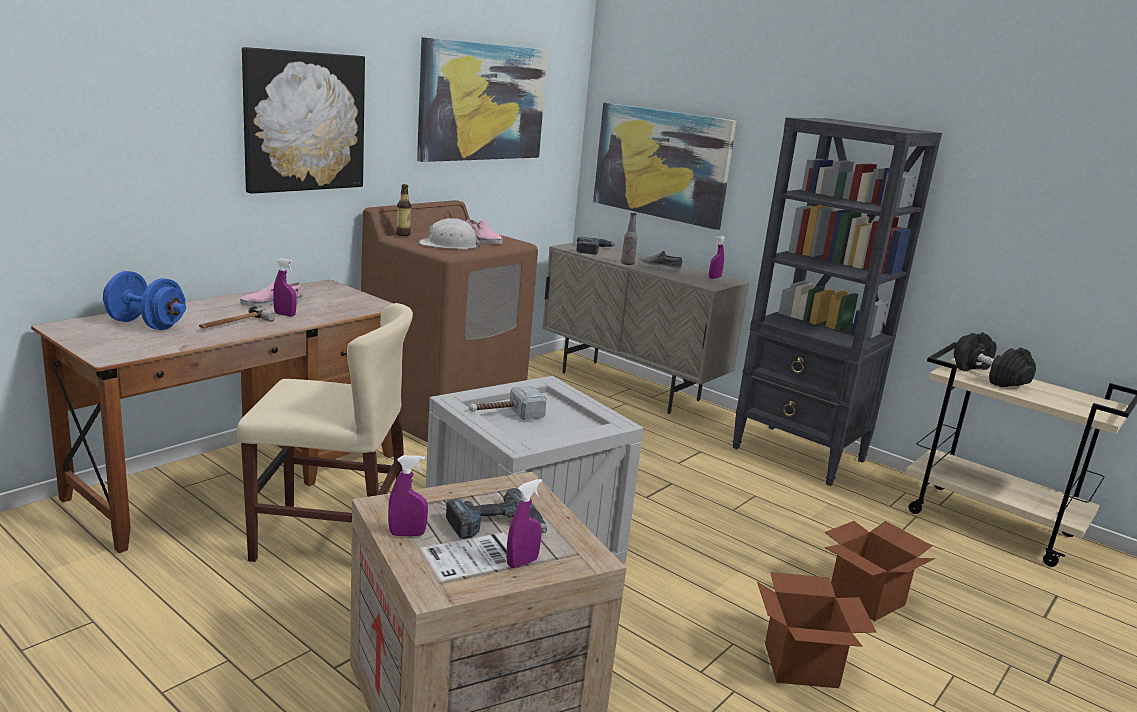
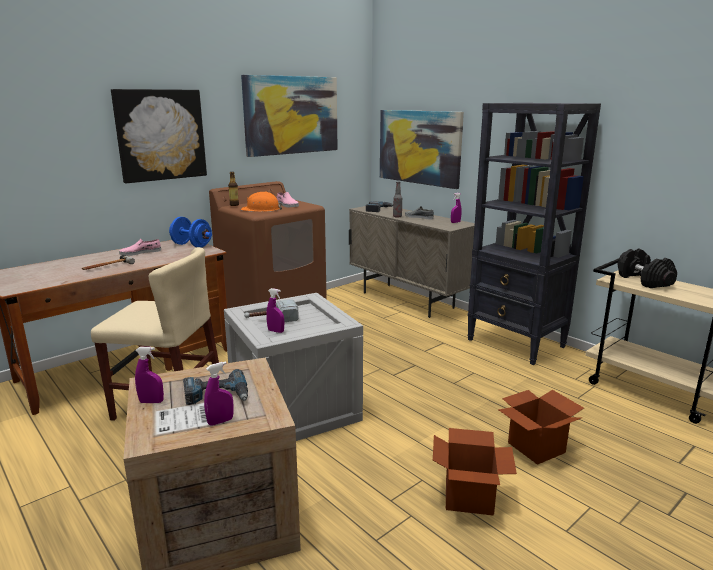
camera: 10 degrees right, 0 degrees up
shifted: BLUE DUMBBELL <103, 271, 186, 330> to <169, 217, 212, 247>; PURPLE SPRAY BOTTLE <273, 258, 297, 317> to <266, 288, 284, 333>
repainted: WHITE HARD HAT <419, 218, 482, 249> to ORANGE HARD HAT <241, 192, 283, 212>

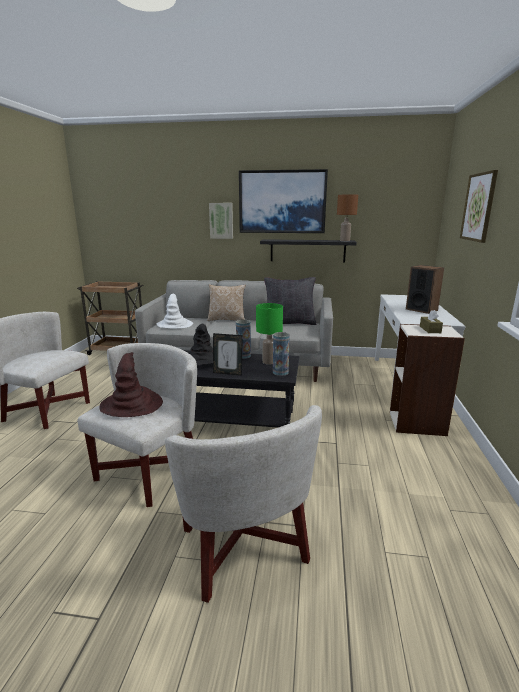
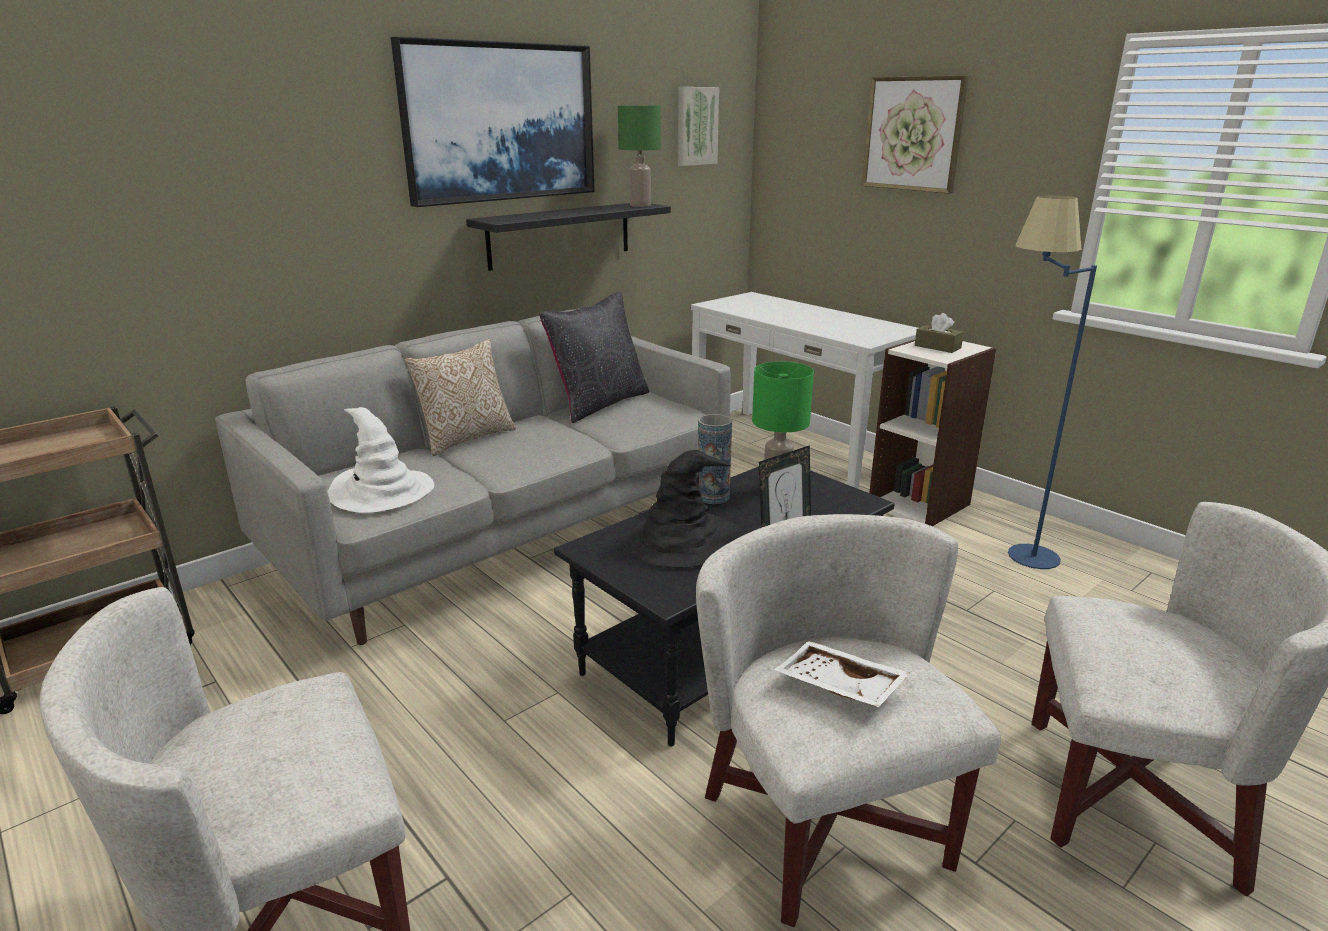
camera: 50 degrees left, 5 degrees up
gone: VASE <273, 332, 290, 376>; SPEAKER <406, 265, 444, 314>
new: BLUE FLOOR LAMP <1008, 195, 1097, 569>
shifted: PICTURE <209, 203, 233, 239> to <678, 87, 719, 166>
swapped: BROWN HAT <99, 352, 163, 417> to WHITE TRAY <774, 641, 910, 707>
repainted: BROWN TABLE LAMP <337, 194, 358, 241> to GREEN TABLE LAMP <618, 105, 661, 207>

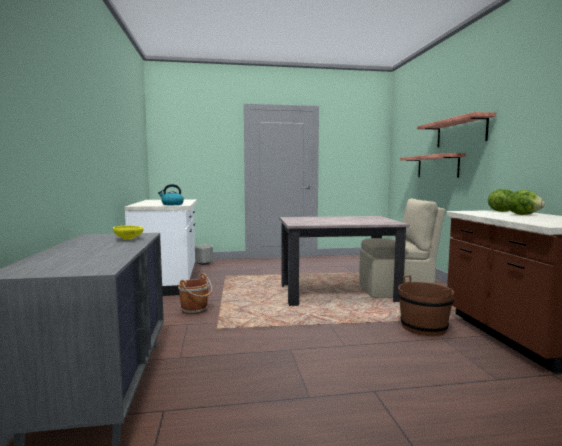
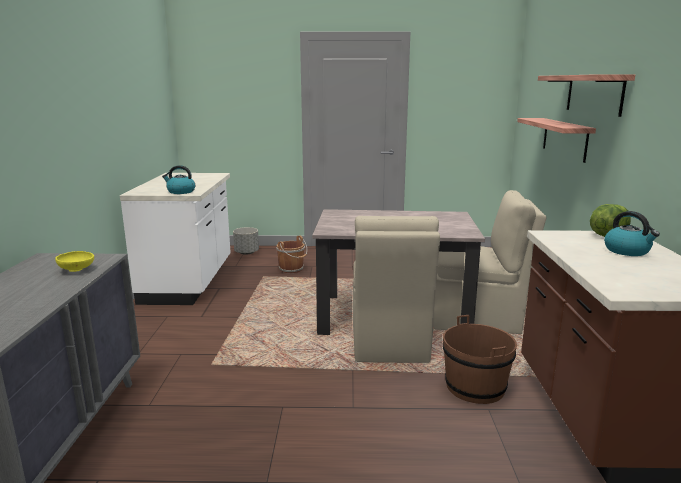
camera: 10 degrees right, 10 degrees up
new: BEIGE CHAIR <353, 216, 440, 363>
shifted: BROWN BUCKET <178, 273, 212, 314> to <276, 235, 307, 273>
swapped: LETTUCE <507, 190, 545, 215> to KETTLE <604, 211, 660, 256>

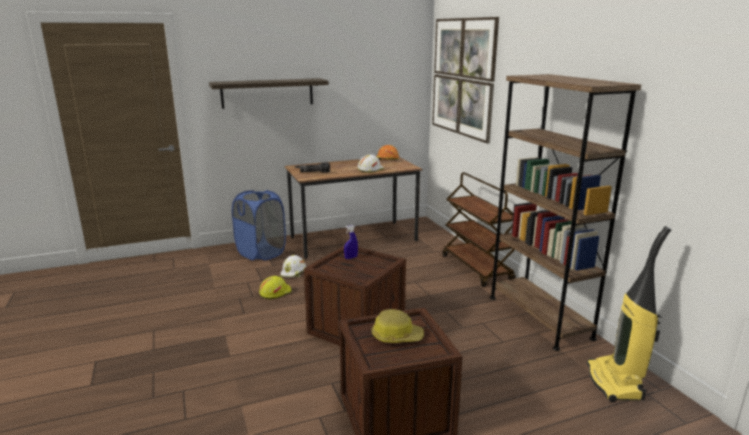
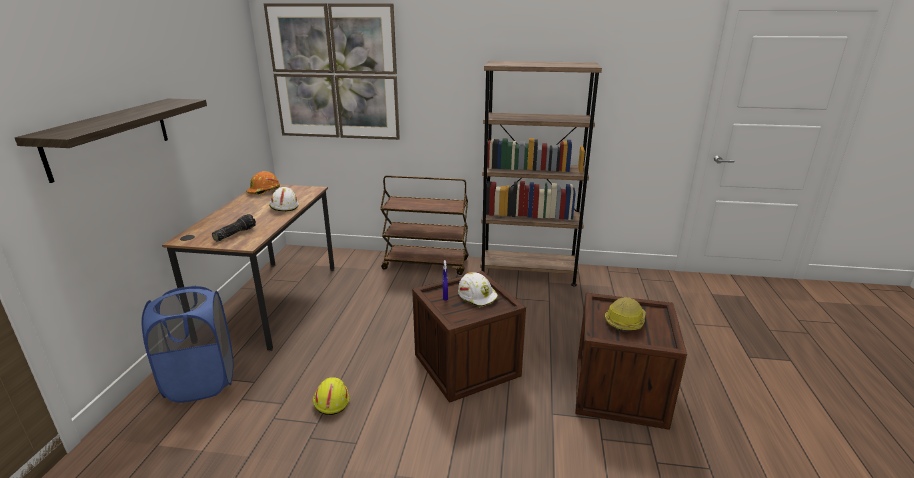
camera: 60 degrees left, 5 degrees up
gone: VACUUM CLEANER <587, 226, 671, 402>
shifted: WHITE HARD HAT <280, 255, 306, 278> to <458, 272, 498, 307>

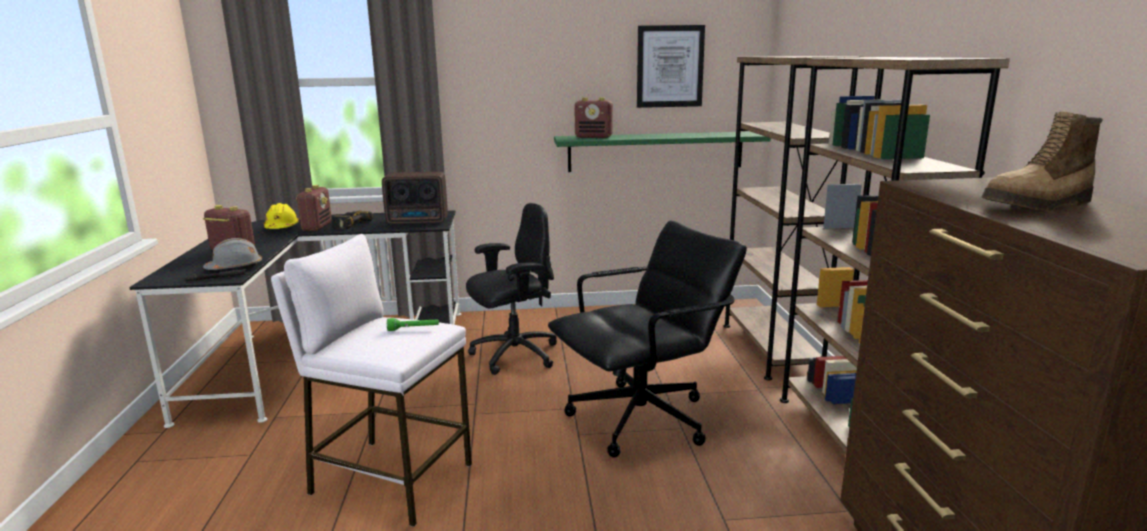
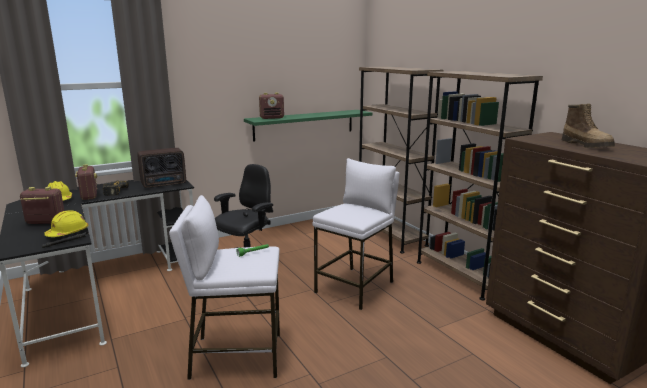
camera: 25 degrees left, 0 degrees up
gone: PICTURE <637, 25, 705, 108>
swapped: BLACK OFFICE CHAIR <548, 220, 747, 458> to WHITE STOOL <312, 158, 399, 310>
repainted: GREY HARD HAT <203, 238, 262, 270> to YELLOW HARD HAT <44, 210, 88, 237>
rotated: BOOT <981, 112, 1103, 211> = <562, 104, 615, 148> 60 degrees counterclockwise

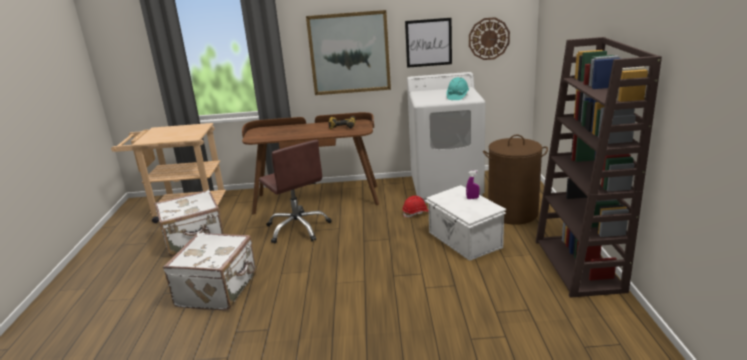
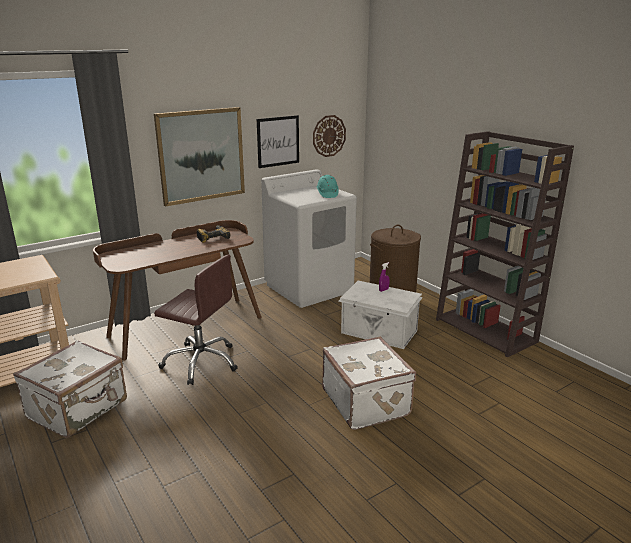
camera: 35 degrees left, 0 degrees up
gone: RED HARD HAT <402, 196, 429, 218>
shifted: WHITE SUITCASE <163, 233, 256, 311> to <322, 337, 416, 430>

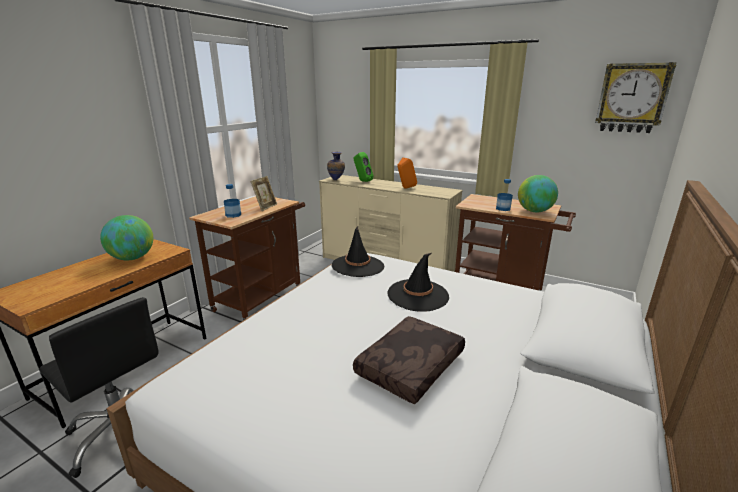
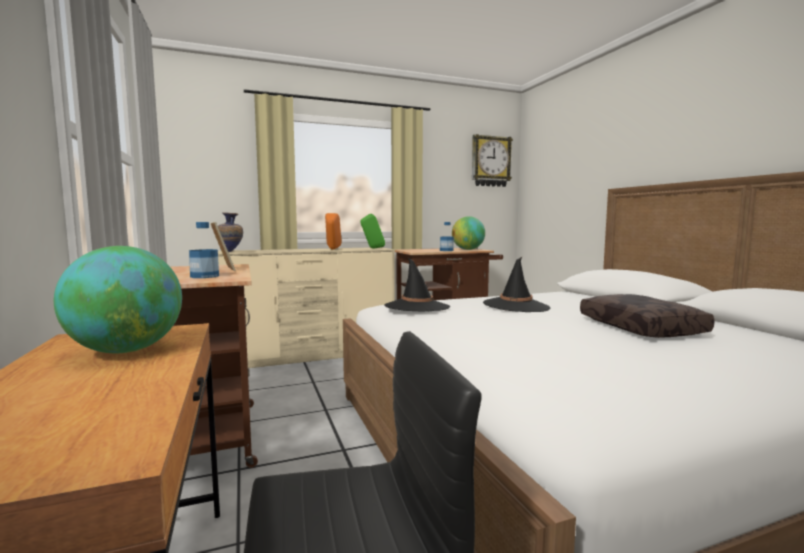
camera: 50 degrees left, 15 degrees down
shifted: GREEN SPEAKER <353, 152, 373, 182> to <361, 214, 385, 248>

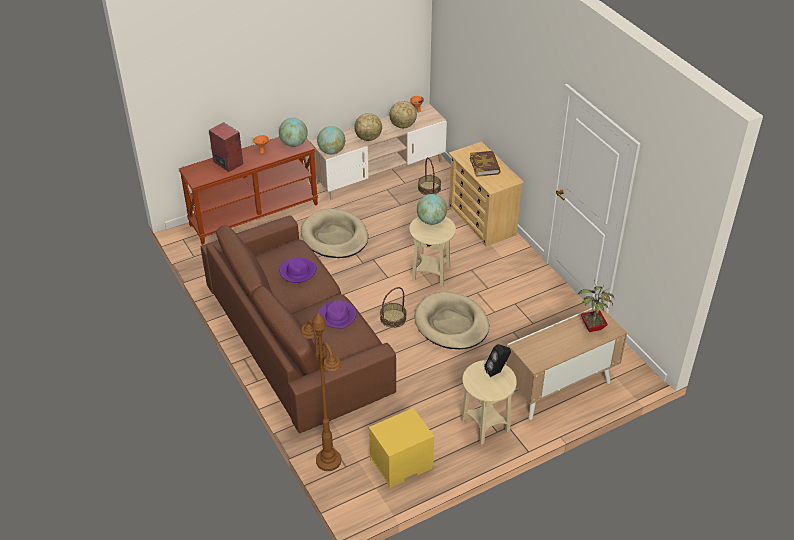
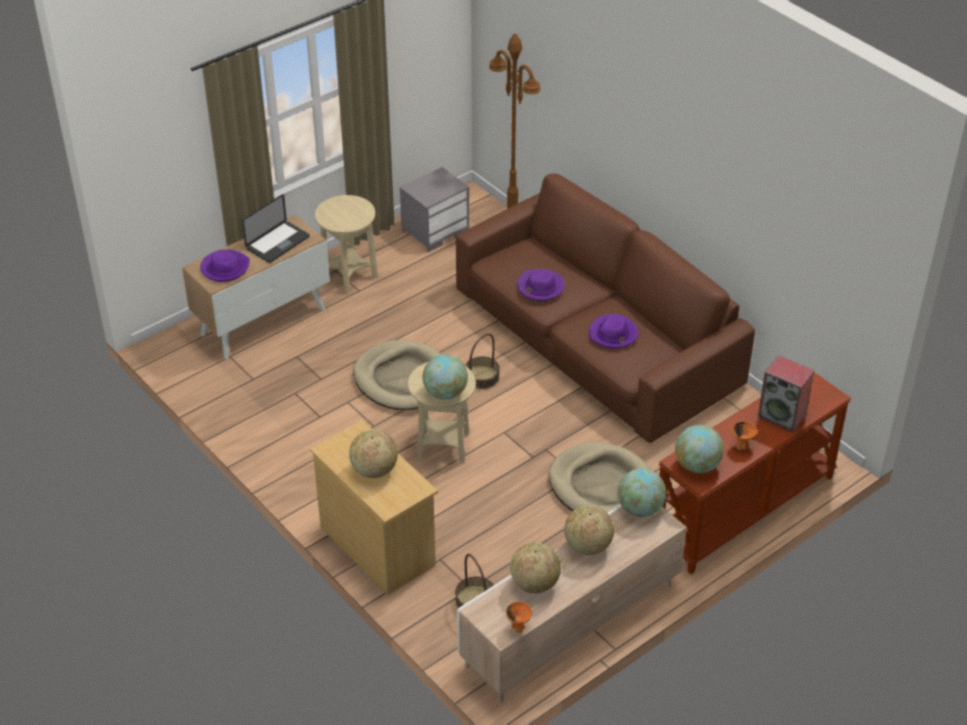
camera: 170 degrees right, 0 degrees up
gone: BLACK SPEAKER <484, 344, 511, 377>
new: LAPTOP <242, 194, 310, 263>
swapped: BOOK <470, 151, 501, 177> to GLOBE <349, 430, 398, 478>; POTTED PLANT <578, 280, 615, 332> to PURPLE HAT <200, 250, 250, 282>
repainted: YELLOW NIGHTSTAND <369, 408, 434, 489> to GREY NIGHTSTAND <400, 167, 469, 252>

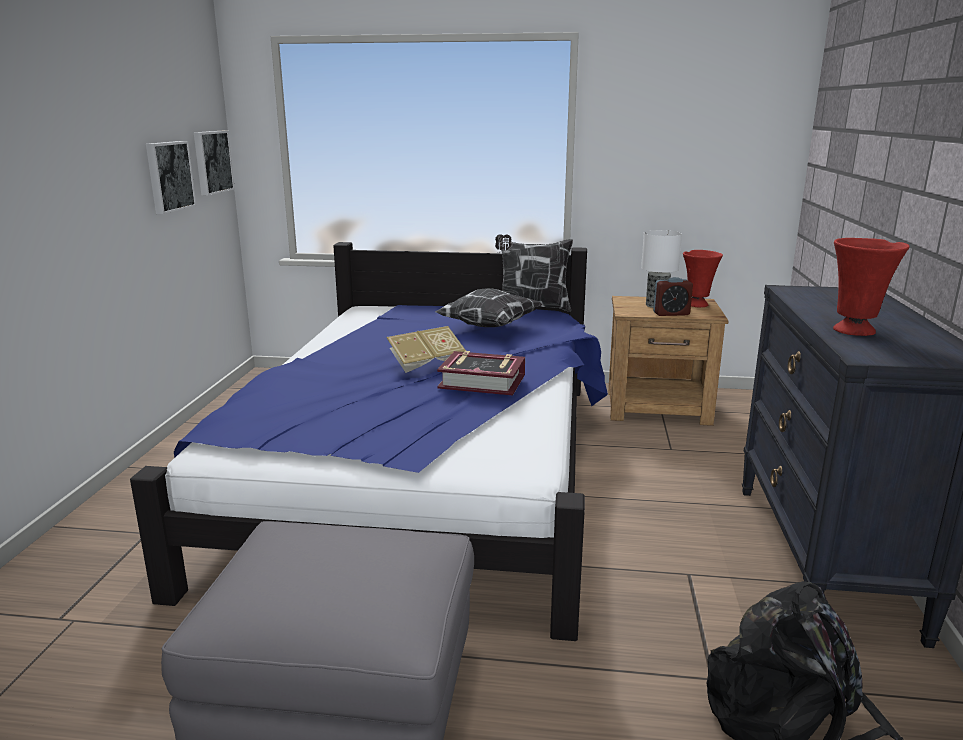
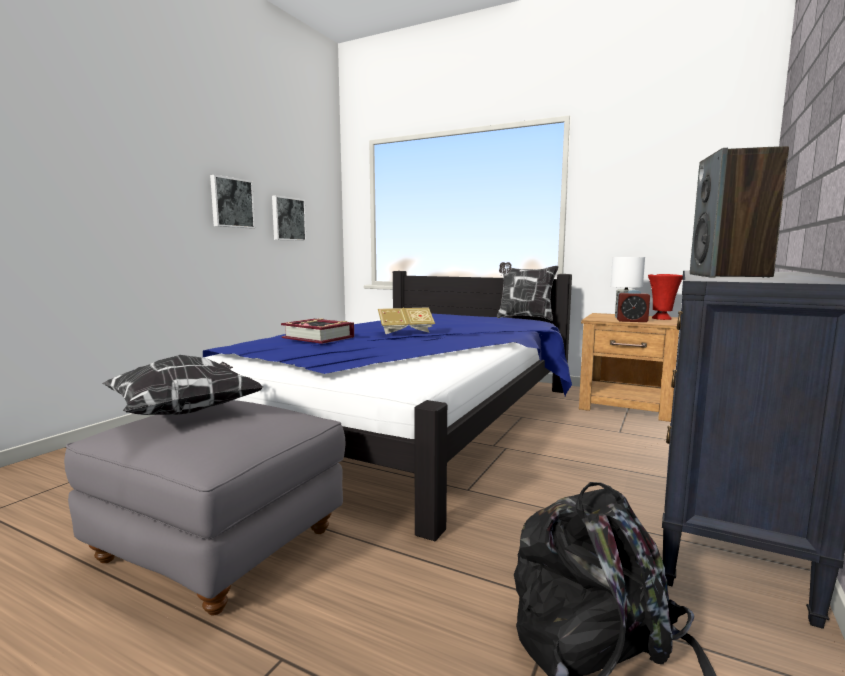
camera: 20 degrees right, 10 degrees down
shifted: PICTURE <194, 131, 235, 196> to <210, 175, 255, 228>; PILLOW <435, 288, 543, 327> to <102, 355, 263, 415>; BOOK <437, 351, 525, 395> to <281, 318, 354, 344>
swapped: RED VASE <833, 238, 910, 336> to SPEAKER <690, 146, 789, 278>

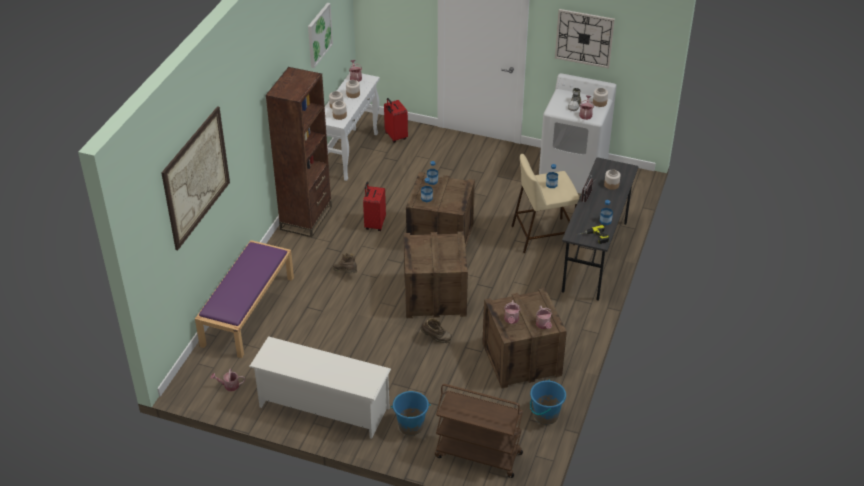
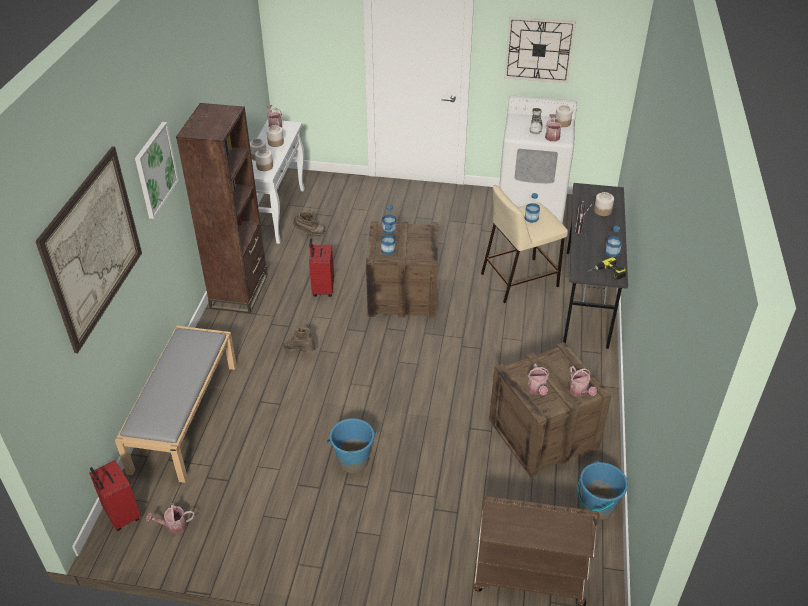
camera: 10 degrees left, 0 degrees up
gone: WHITE SHOE RACK <249, 336, 391, 439>; CRATE <404, 231, 468, 318>
shifted: PICTURE <308, 3, 333, 68> to <135, 122, 179, 219>; RED SUITCASE <384, 98, 408, 143> to <89, 460, 141, 531>; BLUE BUCKET <391, 391, 431, 436> to <327, 418, 377, 473>; BROWN BOOT <421, 318, 453, 343> to <293, 211, 326, 236>
repainted: PURPLE BENCH <195, 240, 294, 358> to GREY BENCH <115, 326, 237, 483>

